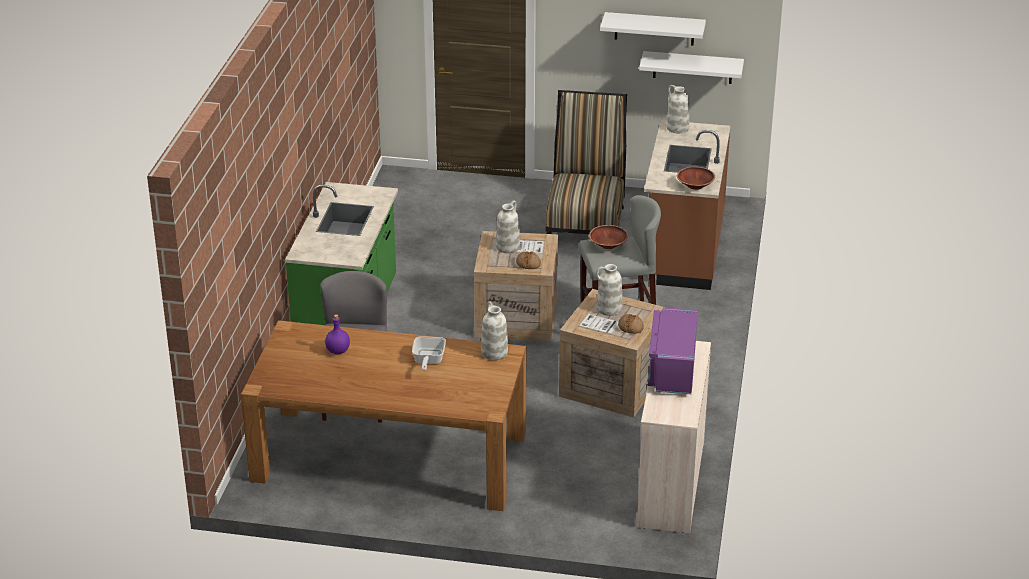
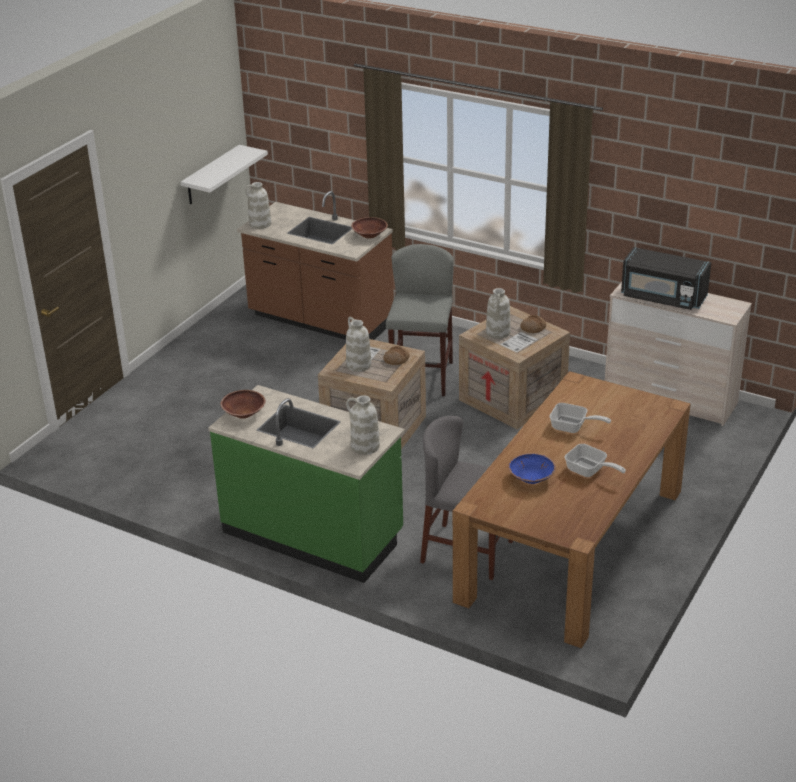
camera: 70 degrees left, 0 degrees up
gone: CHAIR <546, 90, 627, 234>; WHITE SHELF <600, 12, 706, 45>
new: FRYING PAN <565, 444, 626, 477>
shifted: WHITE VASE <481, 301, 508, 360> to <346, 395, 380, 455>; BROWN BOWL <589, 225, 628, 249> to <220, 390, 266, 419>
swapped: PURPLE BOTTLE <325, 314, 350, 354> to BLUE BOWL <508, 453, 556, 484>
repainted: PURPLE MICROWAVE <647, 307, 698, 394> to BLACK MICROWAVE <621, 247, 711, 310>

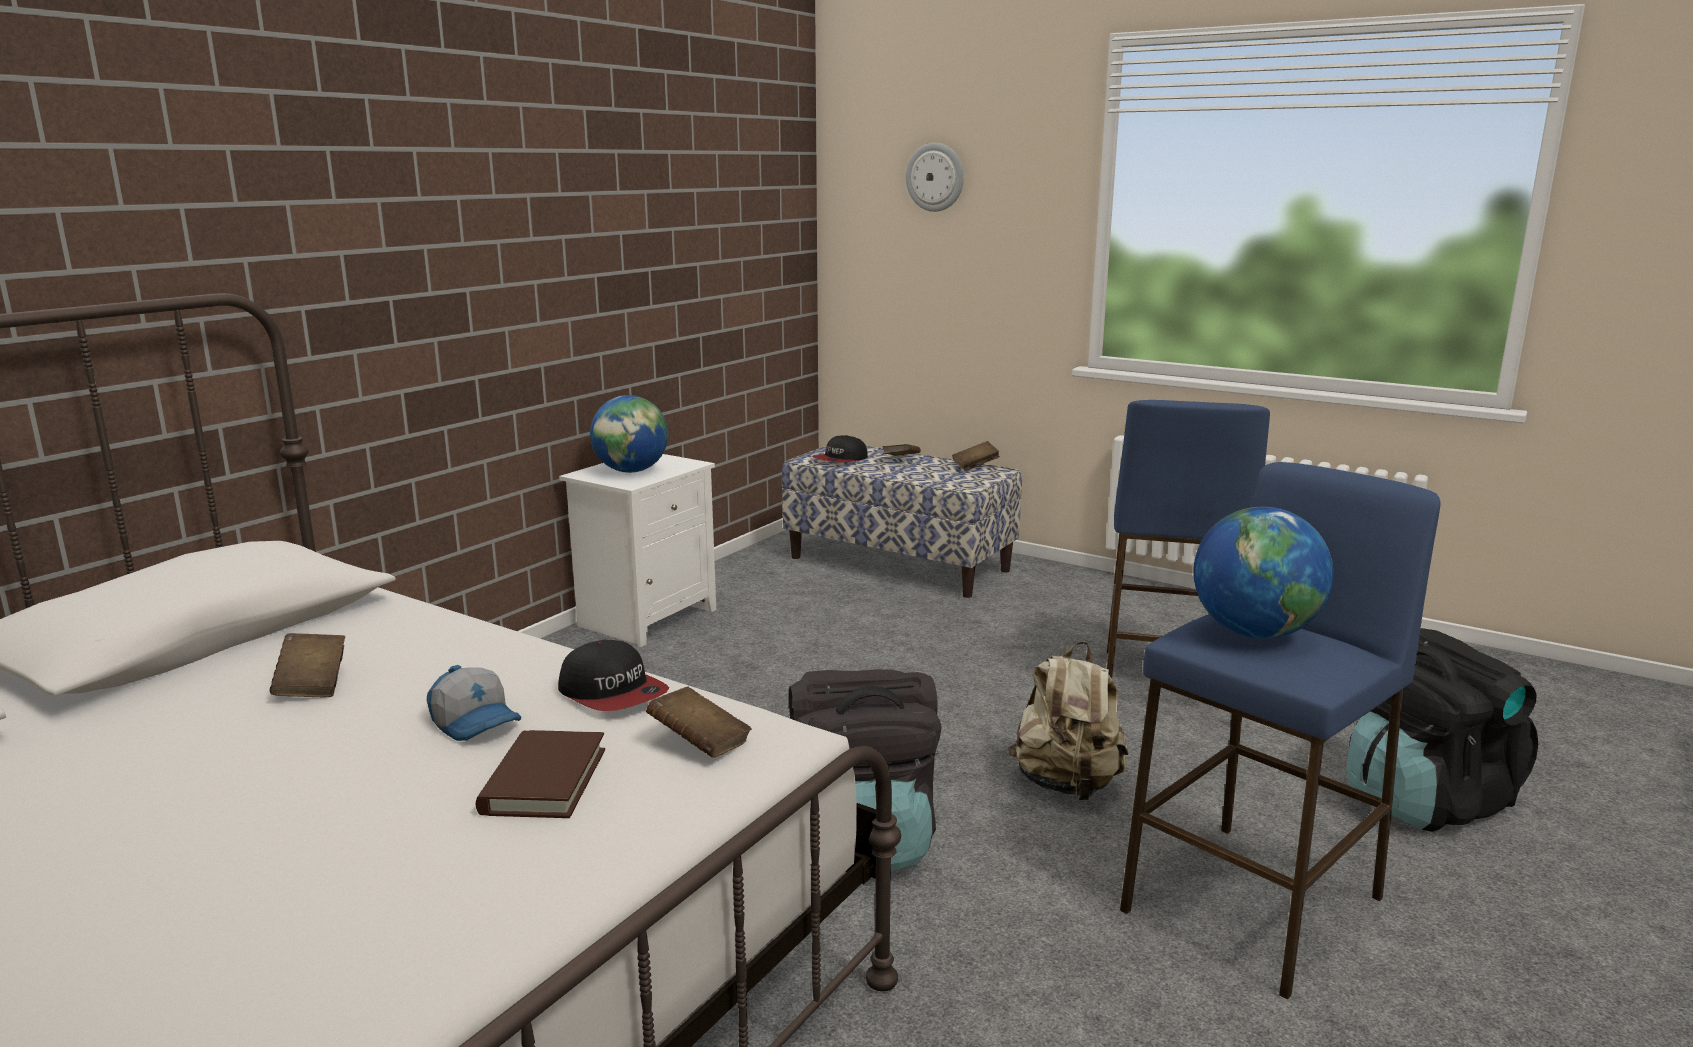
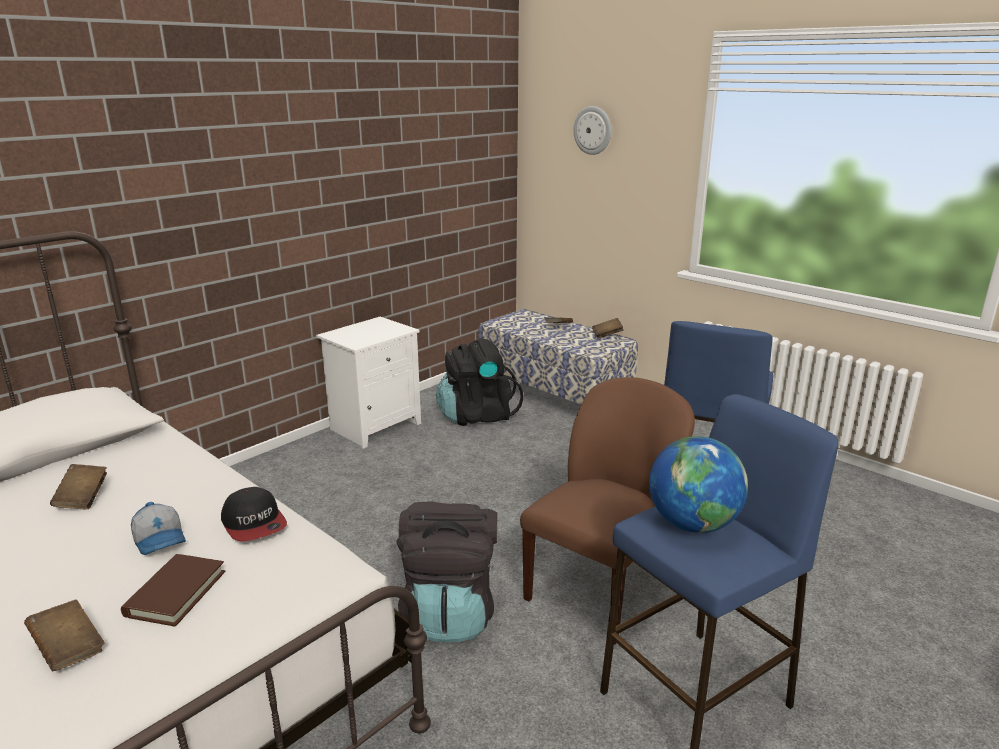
camera: 10 degrees right, 5 degrees up
gone: GLOBE <590, 395, 668, 473>; CAP <812, 435, 868, 463>
shifted: BROWN BOOK <646, 686, 752, 758> to <24, 599, 104, 672>; BLACK BACKPACK <1346, 628, 1538, 832> to <436, 338, 523, 426>
swapped: BEIGE BACKPACK <1008, 641, 1129, 800> to BROWN CHAIR <520, 377, 695, 644>

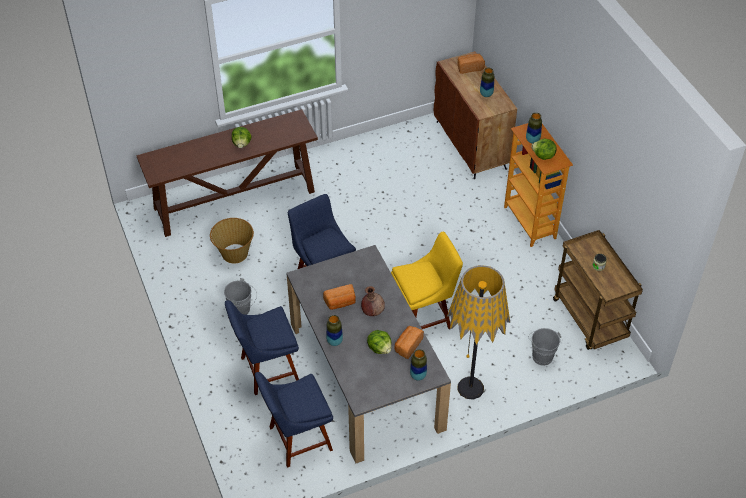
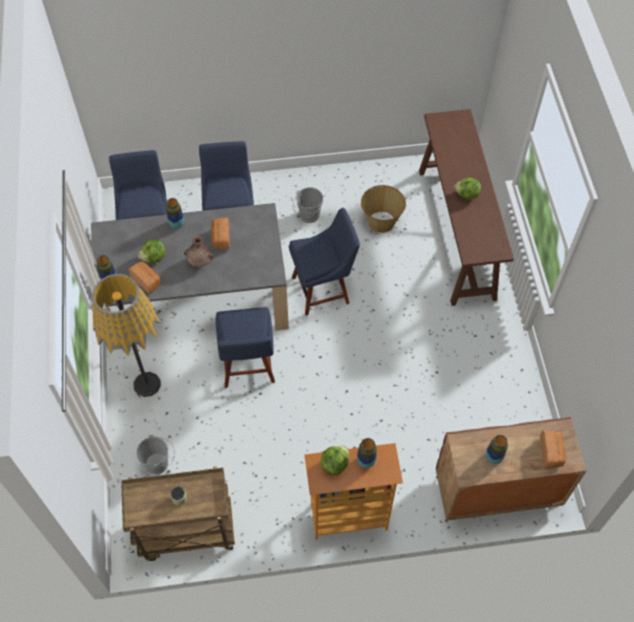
camera: 105 degrees right, 10 degrees up
repainted: YELLOW CHAIR <391, 232, 463, 329> to BLUE CHAIR <216, 307, 275, 388>

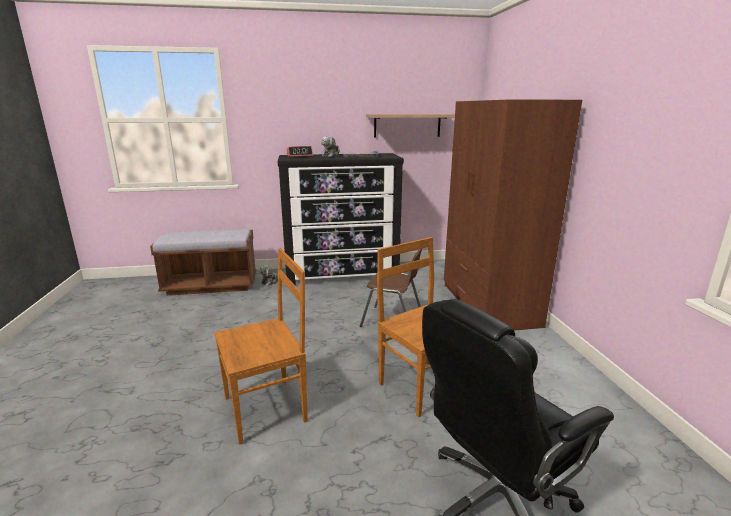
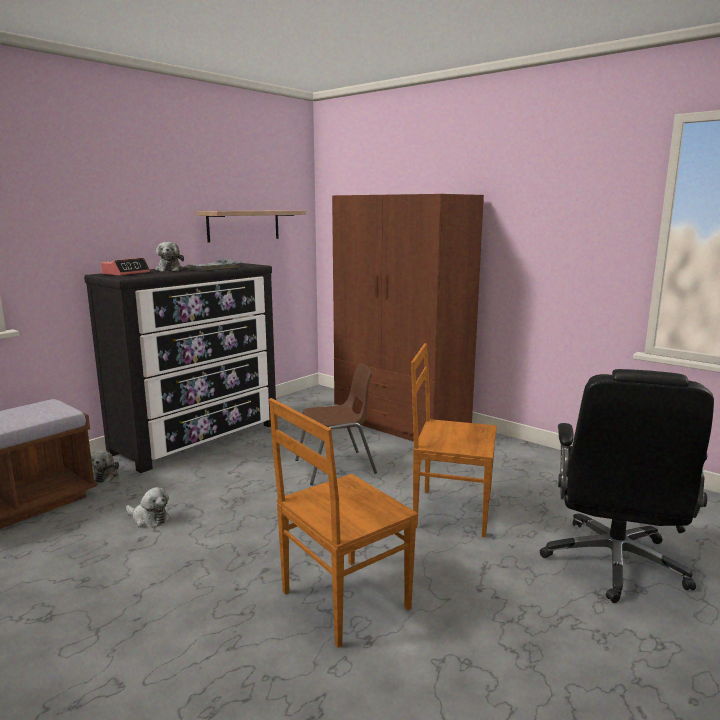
camera: 40 degrees left, 5 degrees down
new: PLUSH TOY <126, 487, 170, 528>
rotated: BROWN CHAIR <214, 248, 308, 445> = <269, 398, 418, 648> 150 degrees counterclockwise

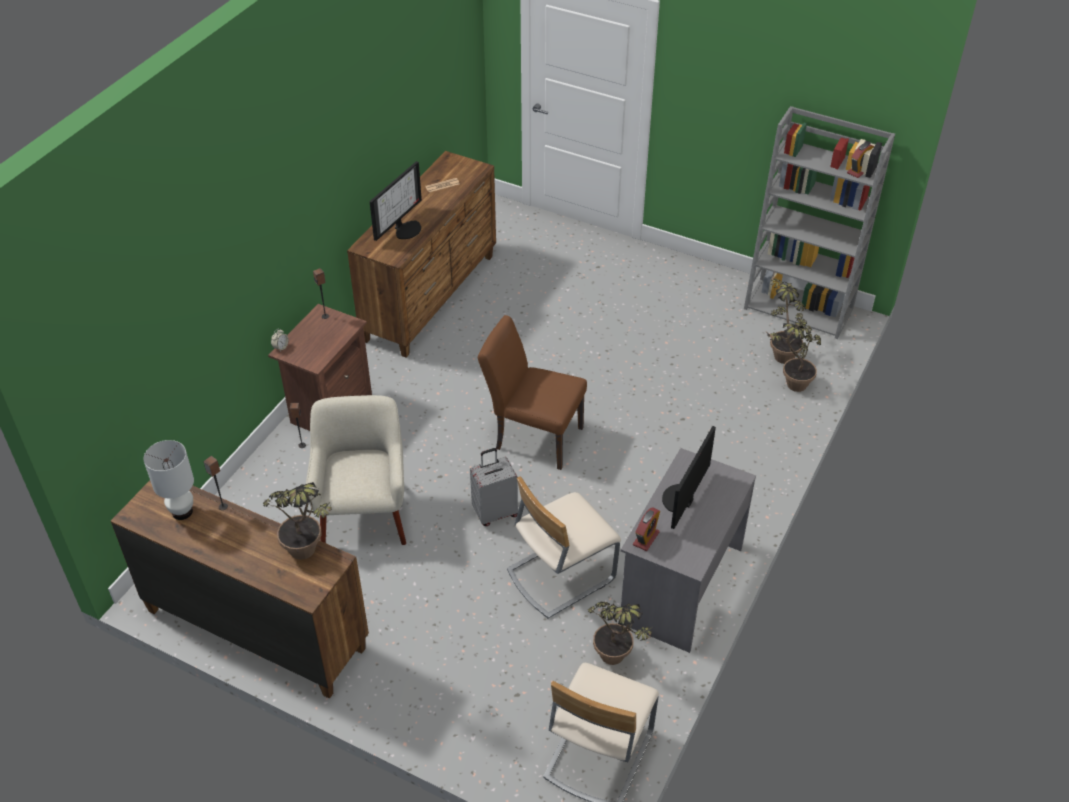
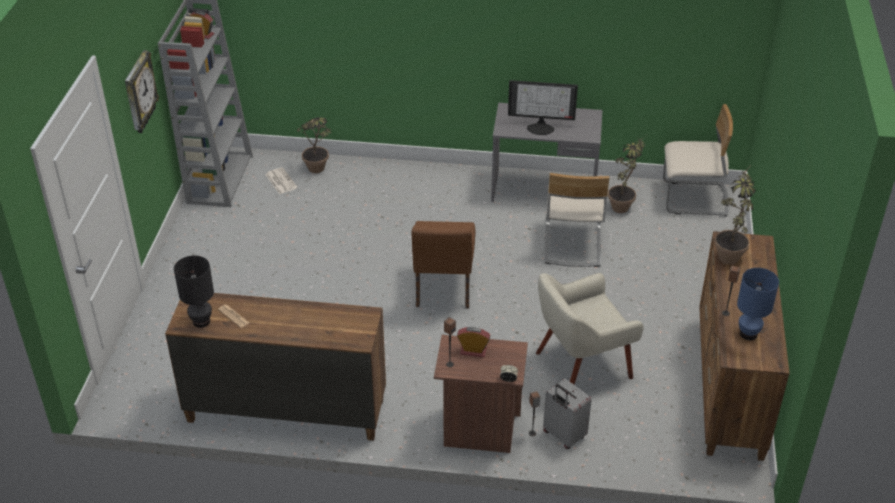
camera: 110 degrees left, 5 degrees down
gone: MONITOR <370, 161, 422, 241>
new: WALL CLOCK <125, 50, 159, 133>; BLACK TABLE LAMP <174, 256, 214, 328>
shifted: GREY SUITCASE <470, 448, 518, 526> to <543, 379, 592, 449>; ALARM CLOCK <633, 507, 660, 551> to <457, 327, 490, 358>
swapped: POTTED PLANT <770, 270, 812, 364> to NEWSPAPER <265, 167, 298, 194>
repainted: WHITE TABLE LAMP <143, 440, 194, 520> to BLUE TABLE LAMP <737, 268, 779, 340>
rotated: BEIGE CHAIR <507, 476, 621, 619> = <544, 173, 610, 267> 60 degrees clockwise

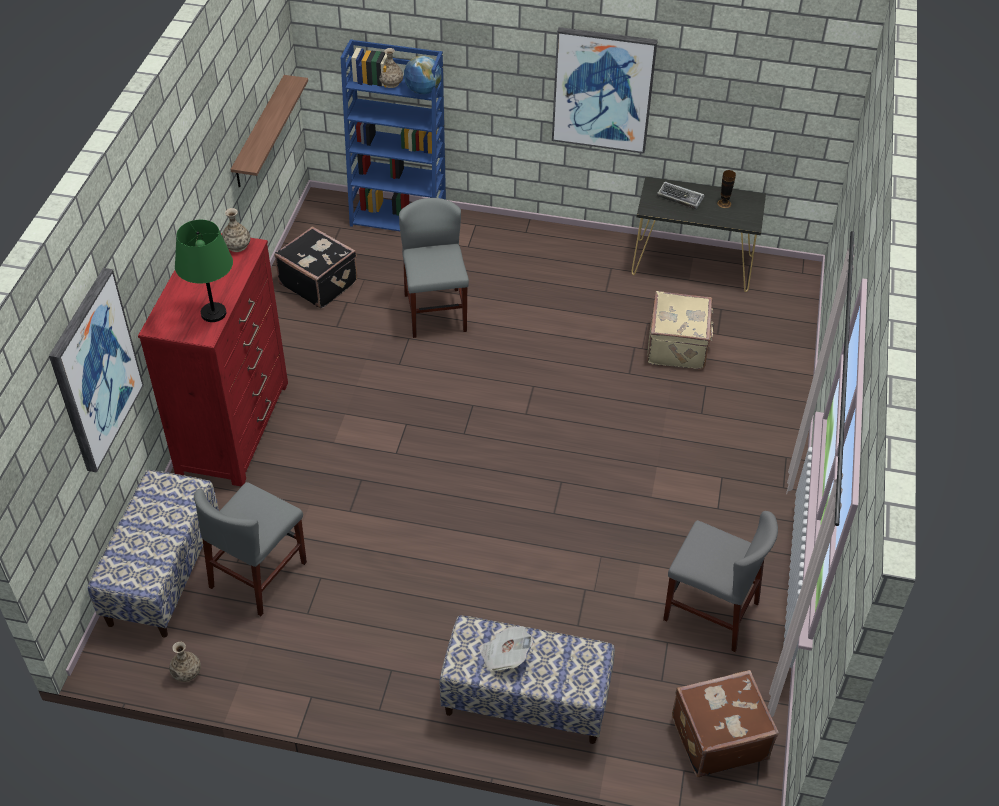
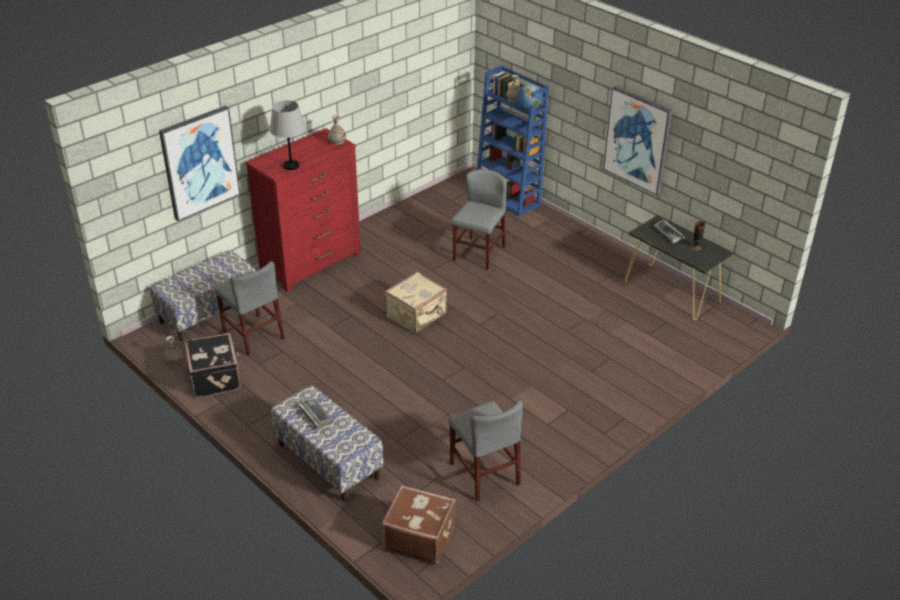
camera: 35 degrees right, 10 degrees down
gone: SHELF <231, 75, 308, 188>
shifted: BLACK SUITCASE <274, 226, 357, 309> to <185, 333, 241, 397>; BEIGE SUITCASE <647, 291, 714, 370> to <385, 272, 447, 333>
swapped: NEWSPAPER <479, 626, 533, 671> to KEYBOARD <298, 398, 333, 429>
repainted: GREEN TABLE LAMP <175, 220, 233, 322> to GREY TABLE LAMP <270, 100, 306, 170>
rotated: GREY CHAIR <194, 482, 307, 616> = <214, 261, 285, 356> 105 degrees counterclockwise

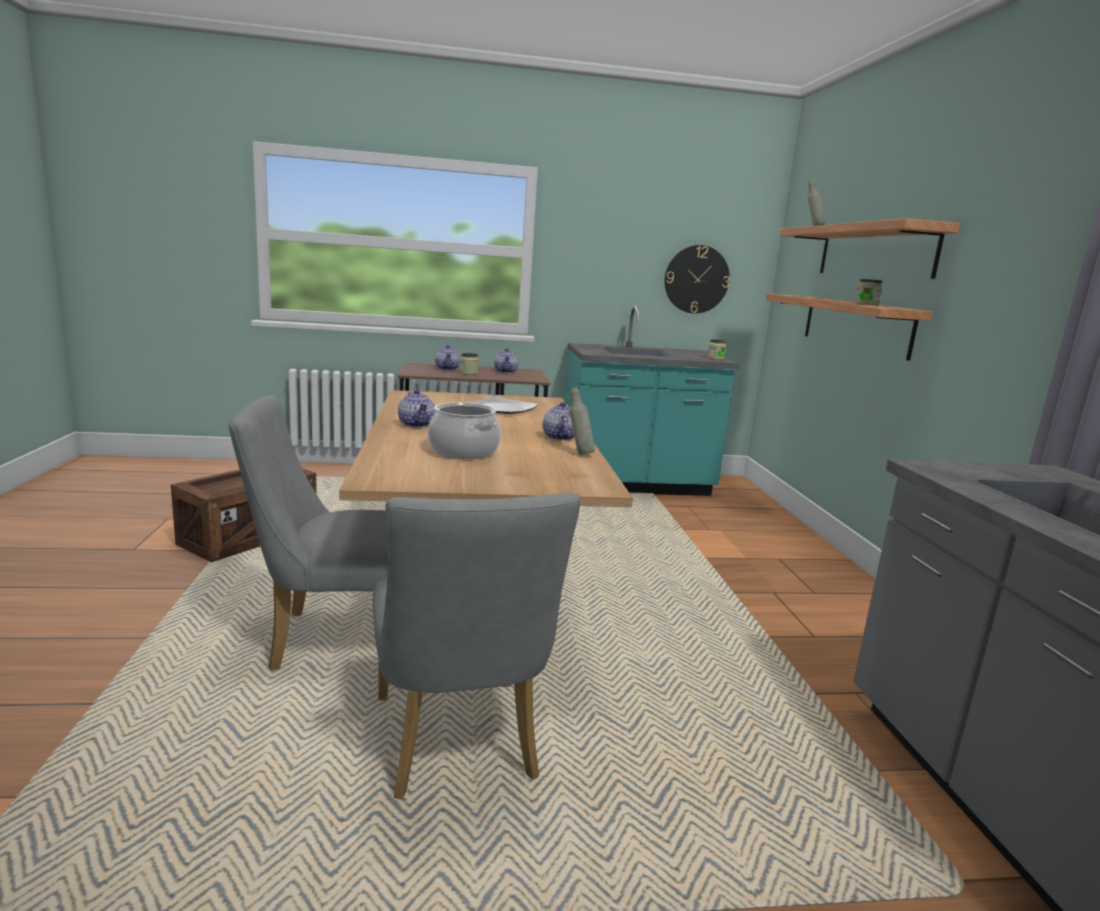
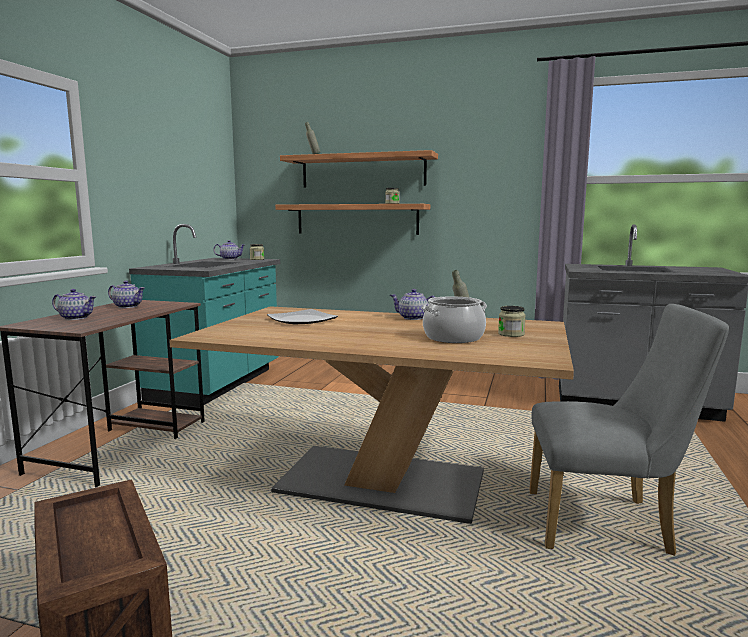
camera: 65 degrees left, 5 degrees down
gone: GREY CHAIR <228, 395, 388, 671>; WALL CLOCK <664, 245, 730, 314>
shifted: TEAPOT <398, 389, 435, 428> to <213, 240, 245, 260>; JAR <460, 353, 479, 375> to <498, 306, 526, 337>

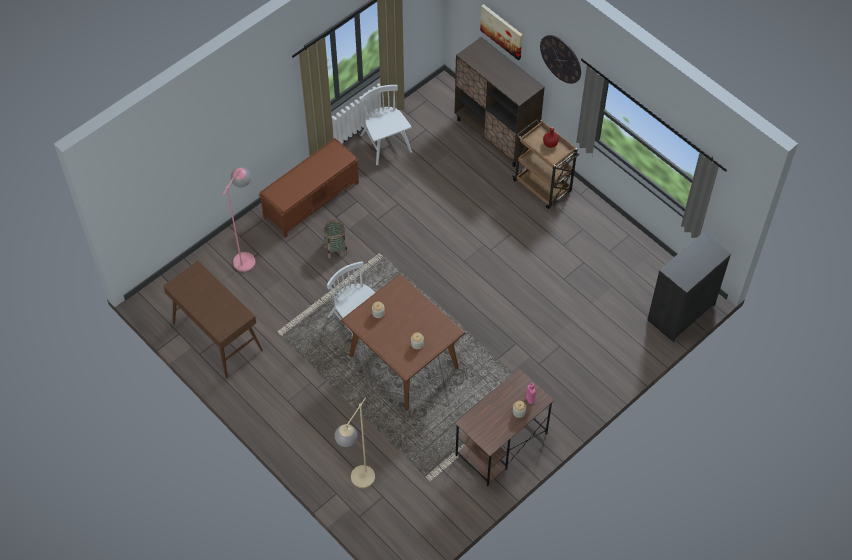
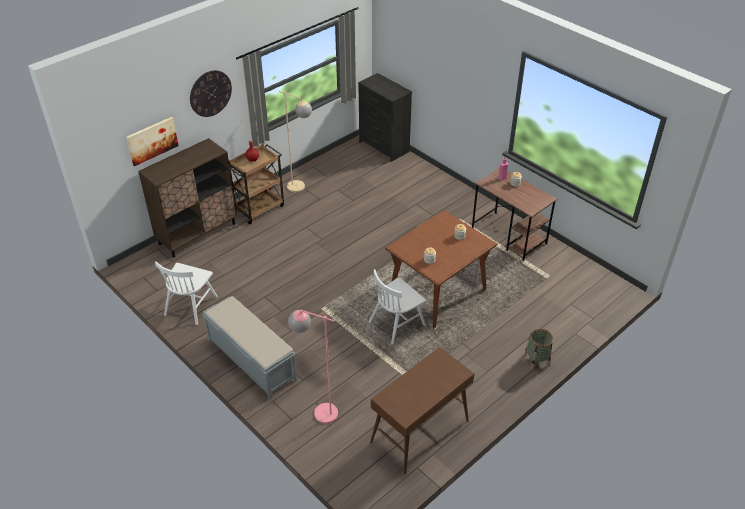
camera: 90 degrees left, 15 degrees down
shifted: BASKET <324, 220, 348, 258> to <524, 329, 553, 370>; BEIGE FLOOR LAMP <335, 398, 375, 488> to <279, 91, 312, 192>
repainted: BROWN BENCH <259, 138, 359, 238> to GREY BENCH <202, 296, 297, 400>
rotated: WHITE CHAIR <360, 85, 412, 165> = <155, 261, 218, 325> 45 degrees counterclockwise

